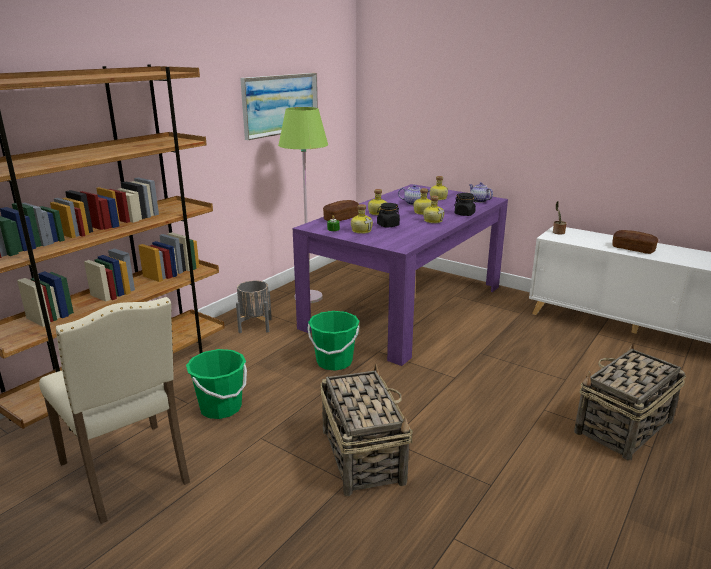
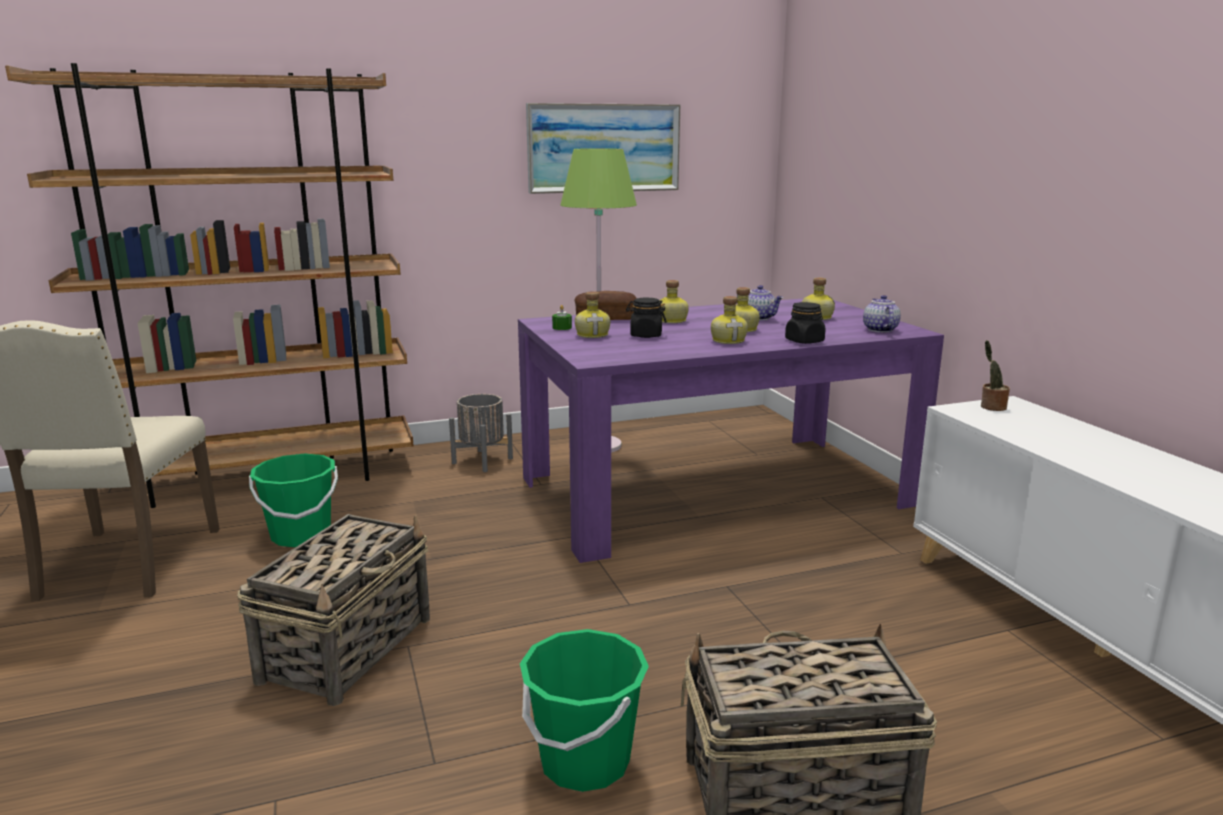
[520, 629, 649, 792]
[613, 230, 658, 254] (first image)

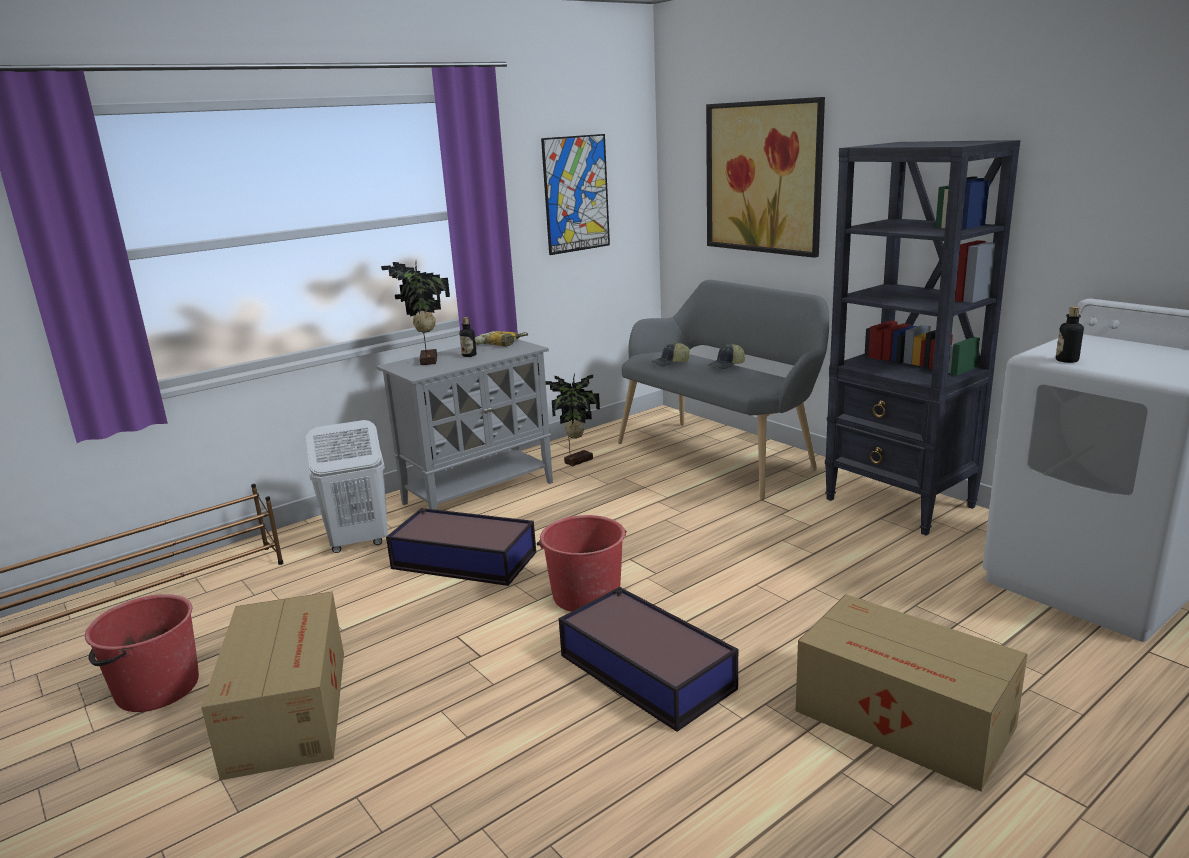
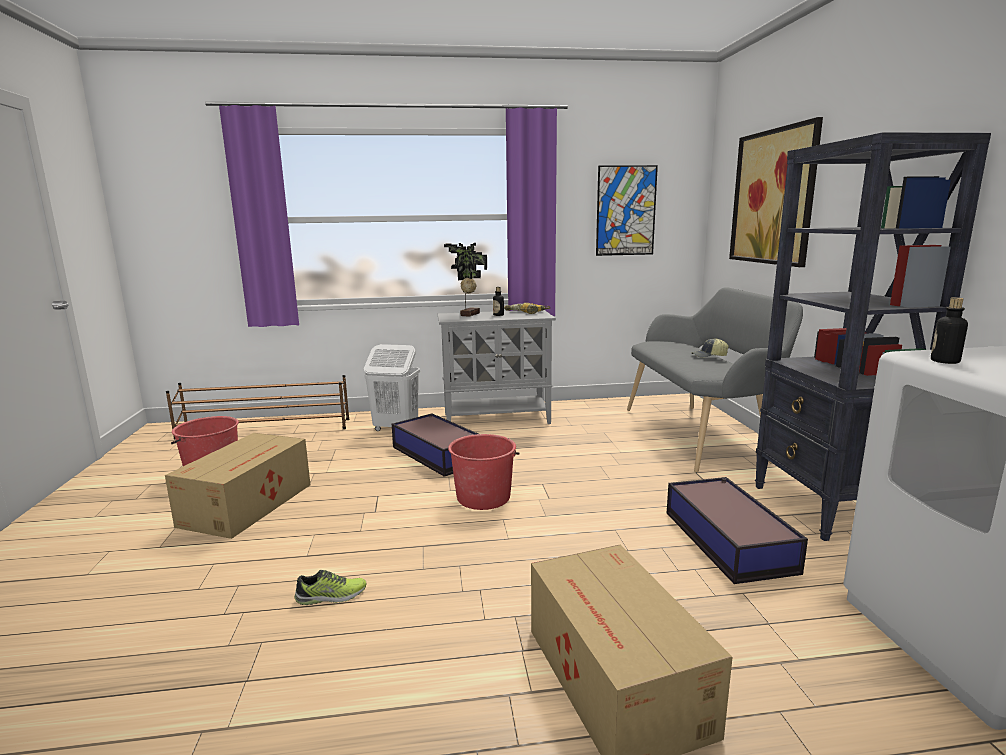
[546, 373, 600, 466] (first image)
[667, 477, 808, 584]
[651, 342, 690, 367] (first image)
[295, 570, 366, 605]

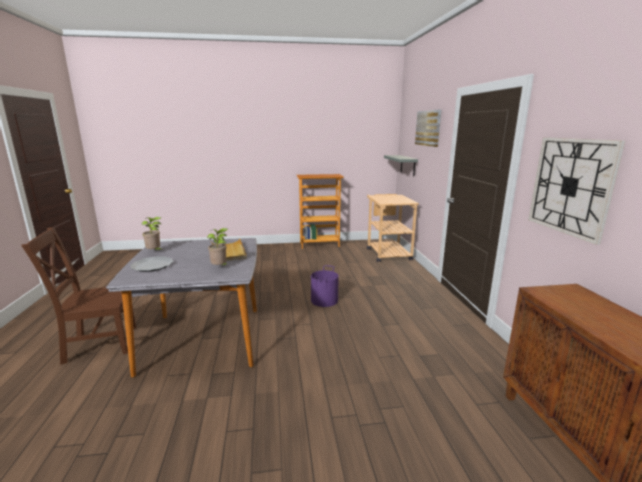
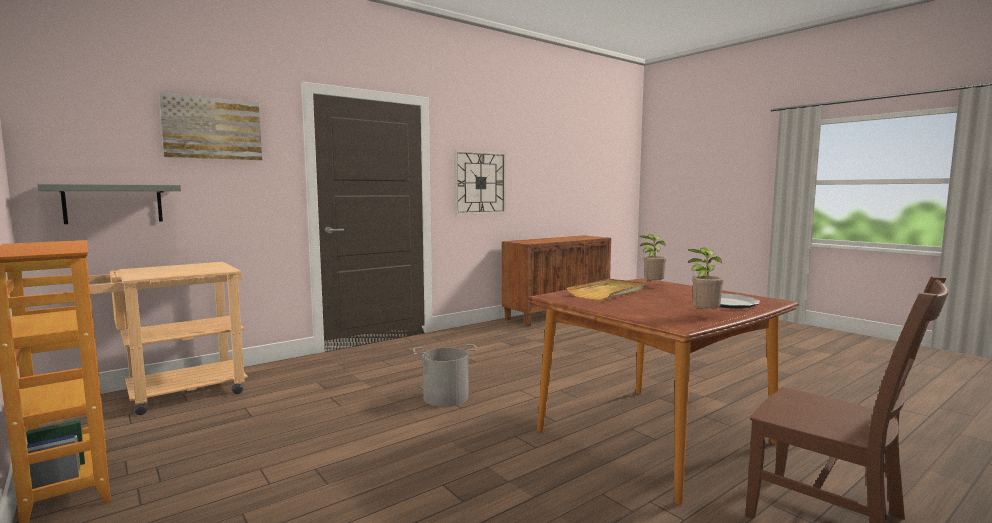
[528, 278, 799, 505]
[413, 344, 477, 407]

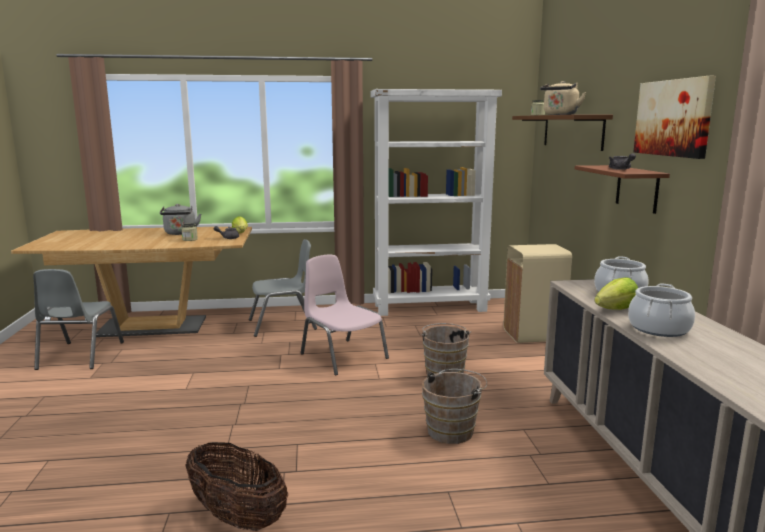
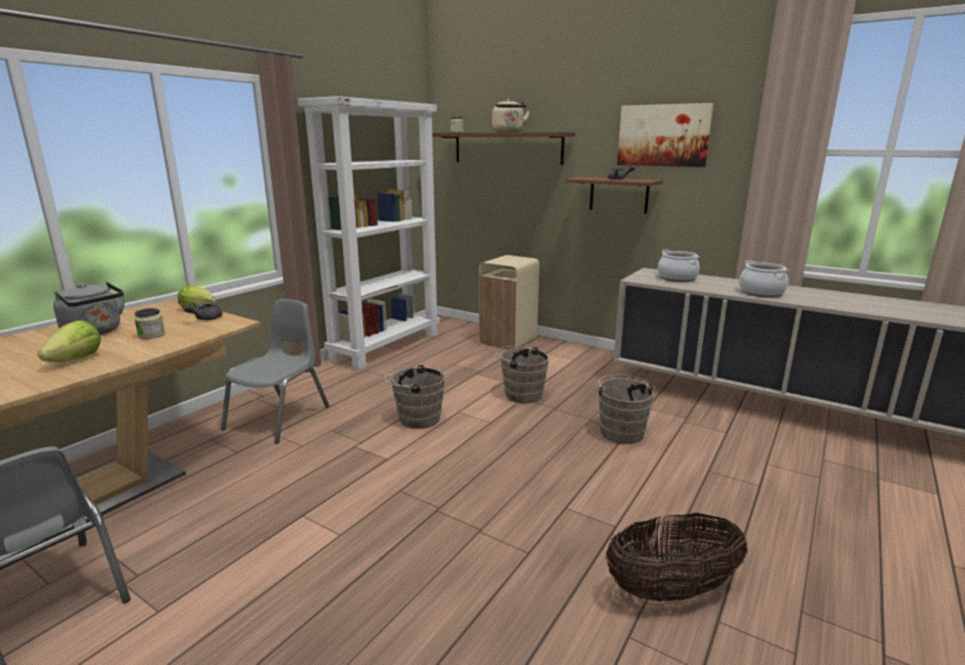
[385, 365, 445, 429]
[38, 320, 101, 362]

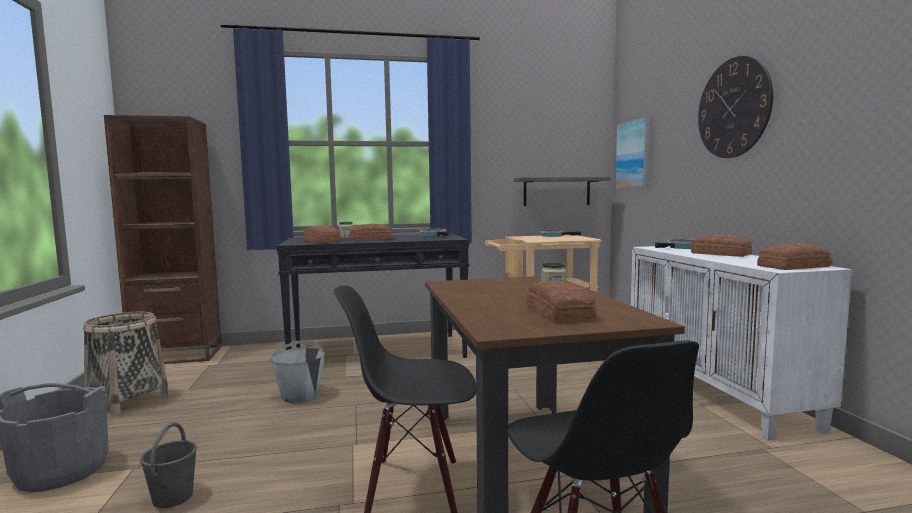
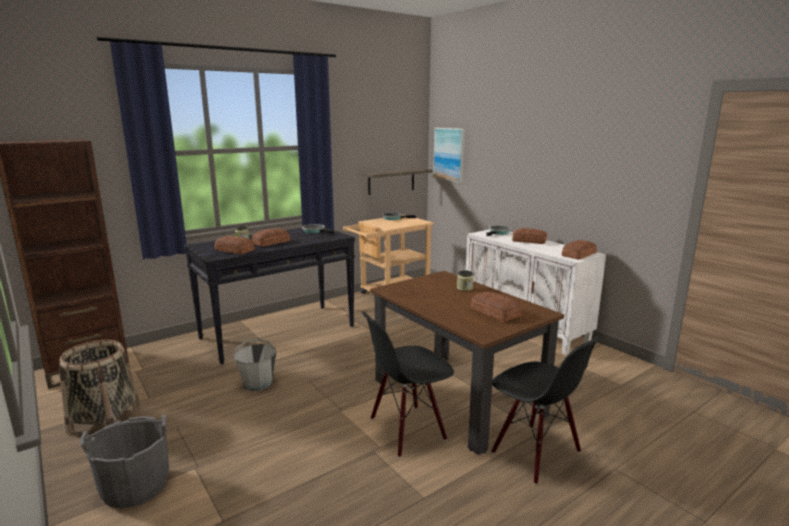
[140, 422, 197, 508] (first image)
[698, 56, 773, 158] (first image)

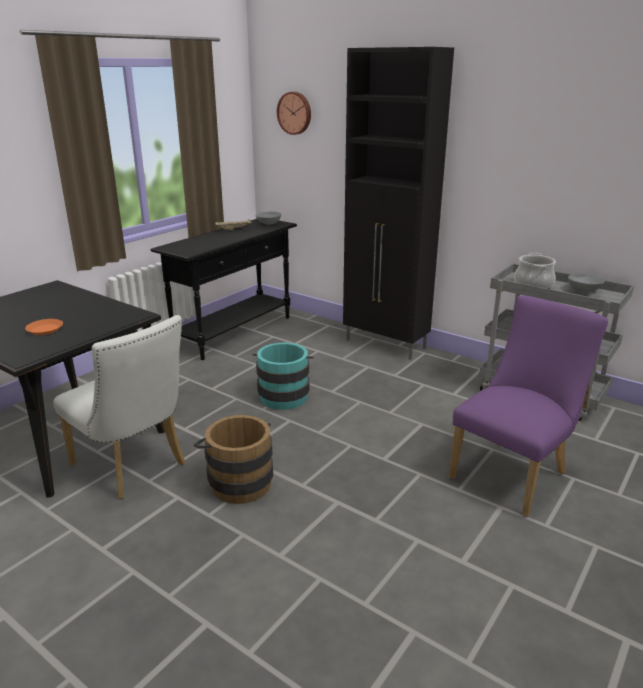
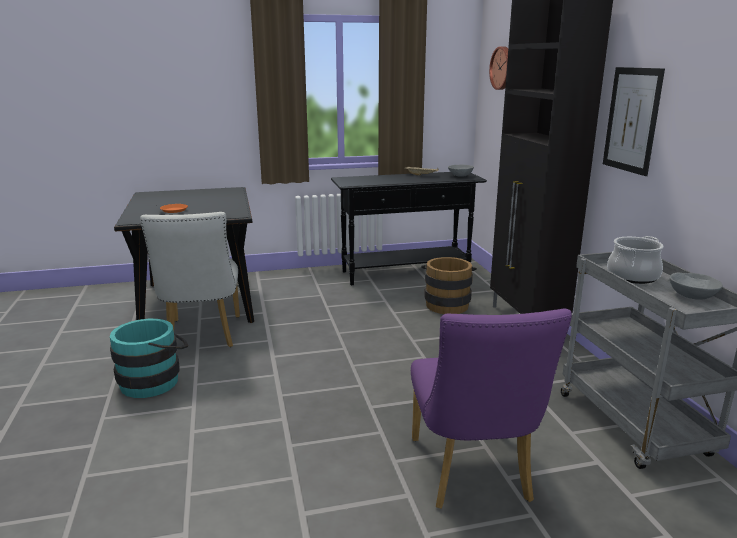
[421, 257, 477, 314]
[110, 319, 188, 398]
[411, 309, 572, 509]
[603, 67, 665, 176]

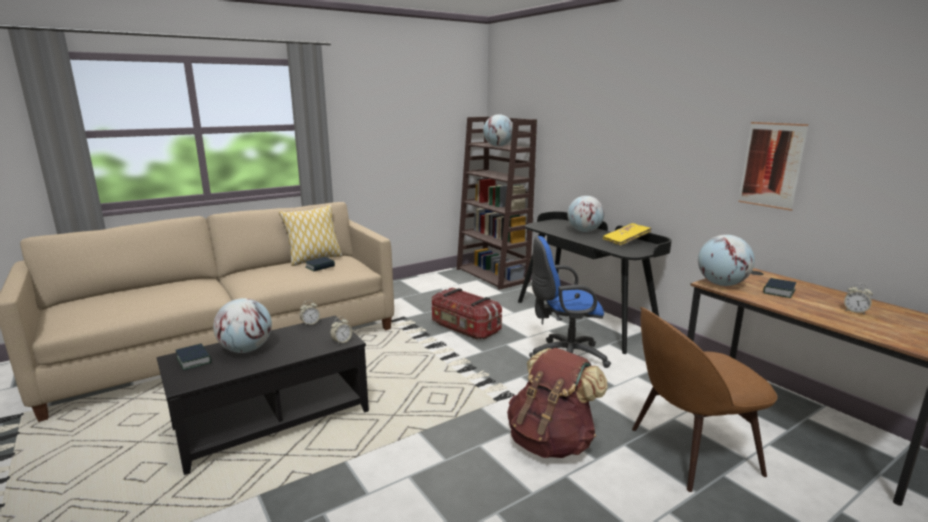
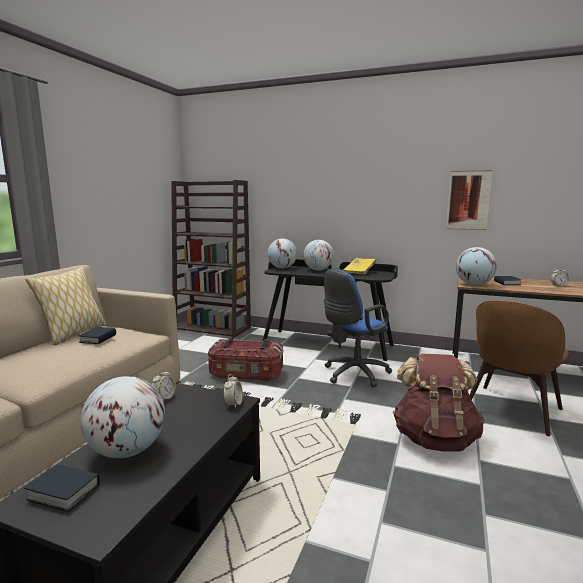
[268, 238, 297, 268]

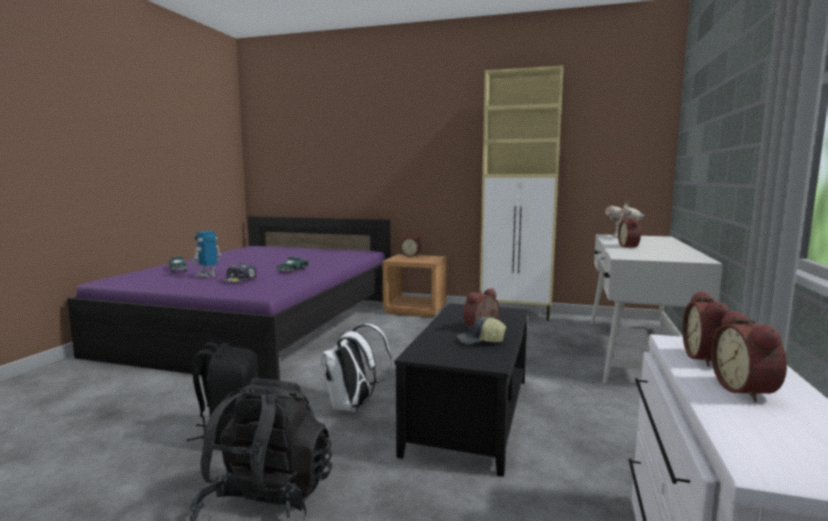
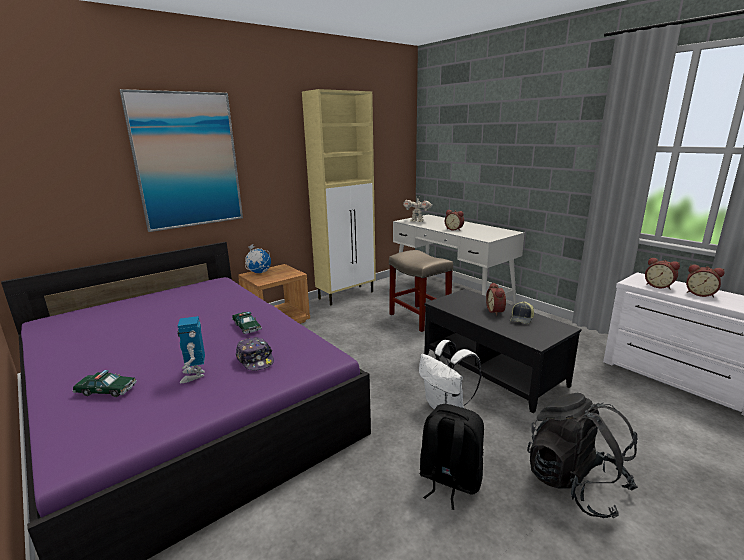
[245, 244, 271, 273]
[120, 89, 243, 232]
[389, 250, 453, 332]

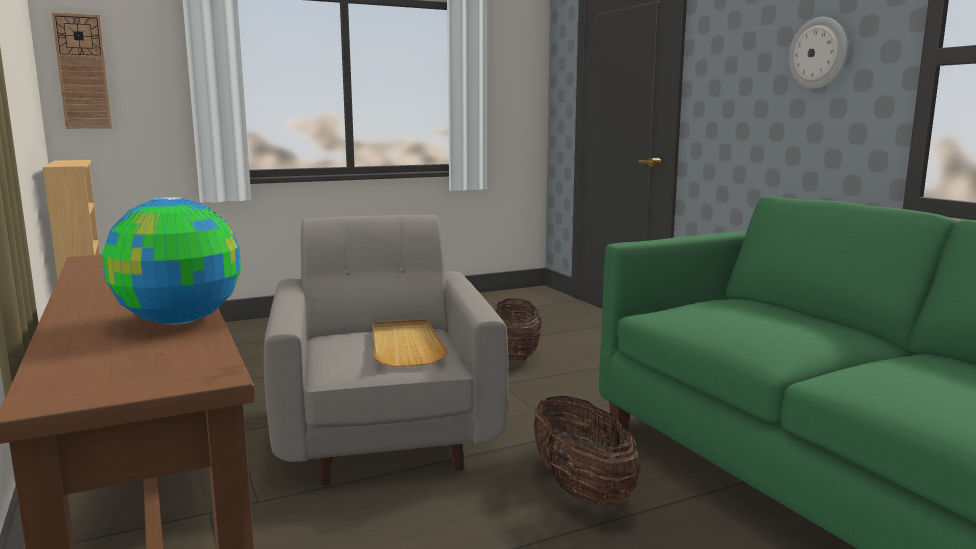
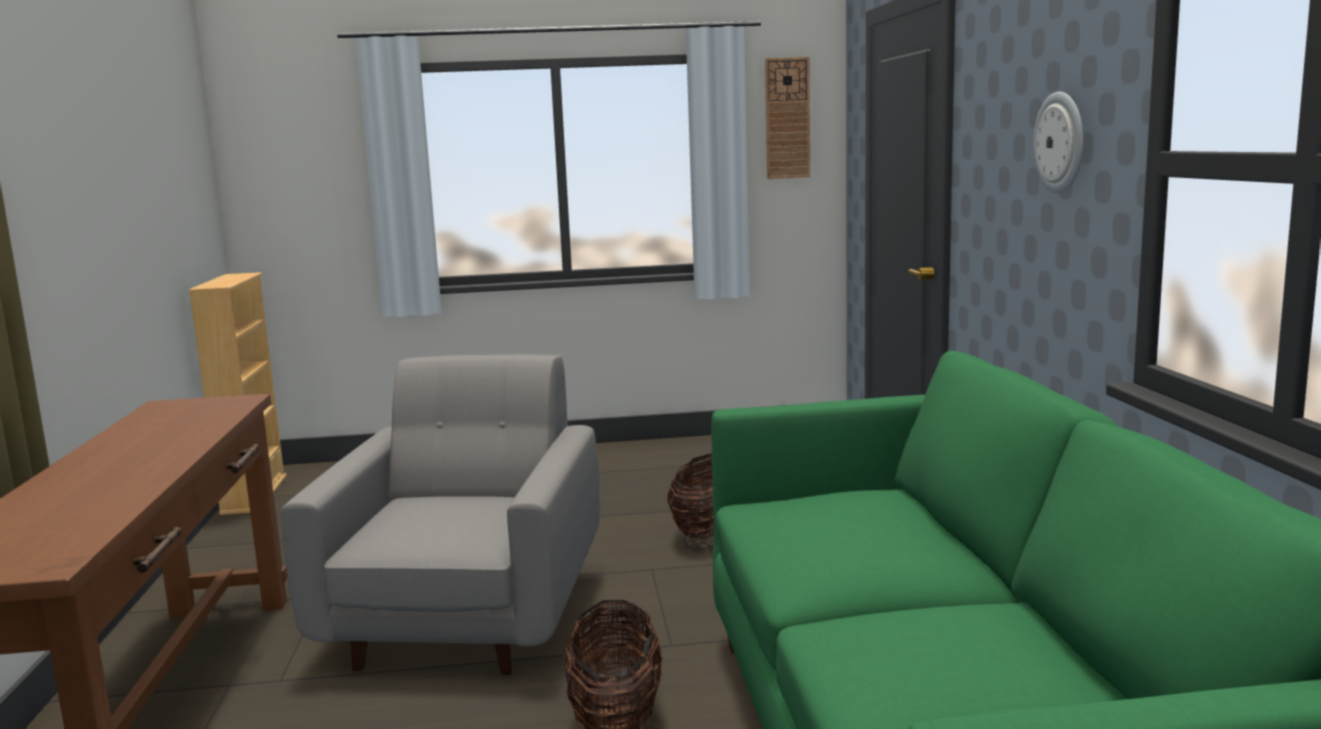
[765, 57, 810, 179]
[102, 197, 241, 325] (first image)
[373, 319, 448, 367] (first image)

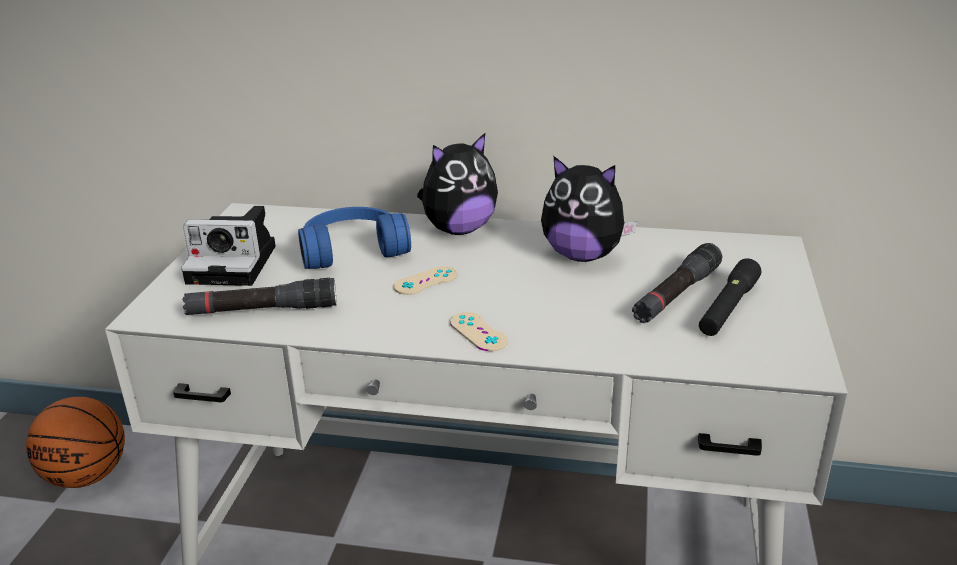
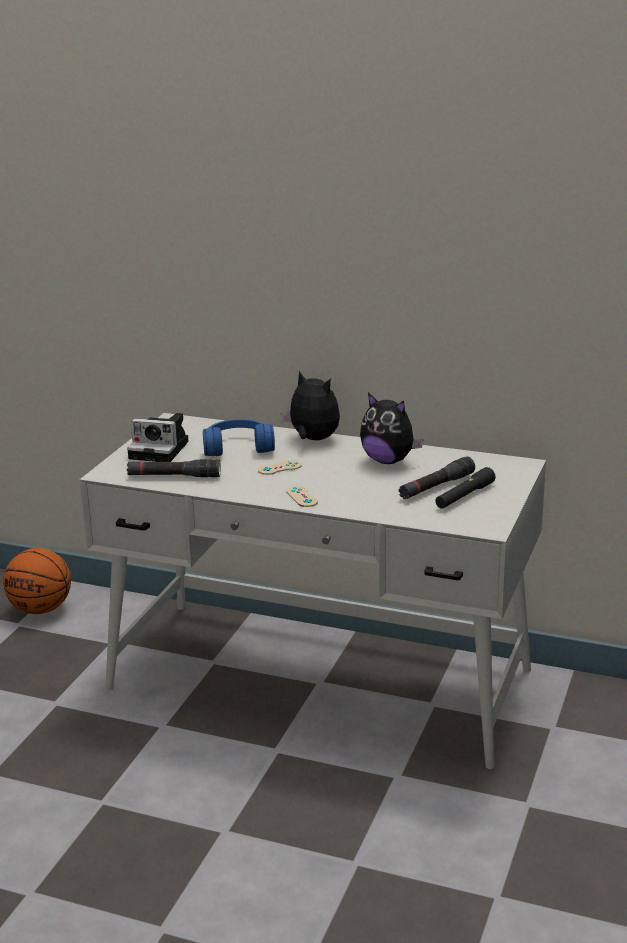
[281, 370, 340, 440]

